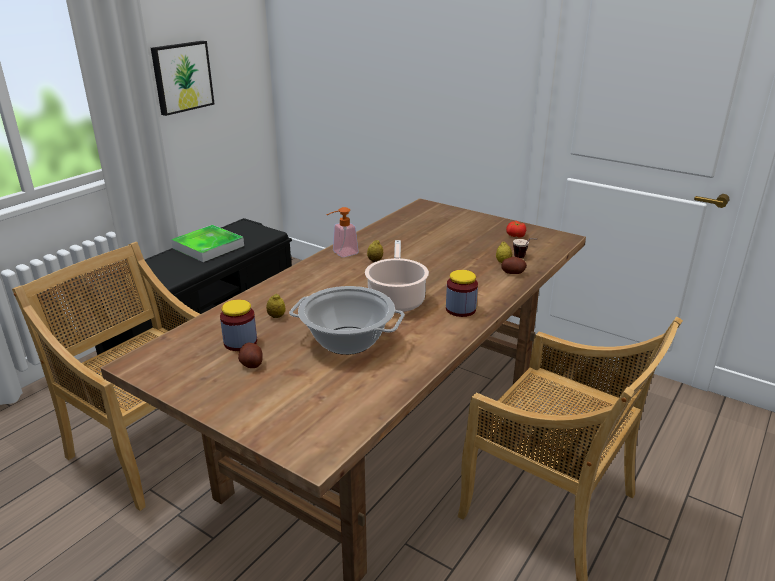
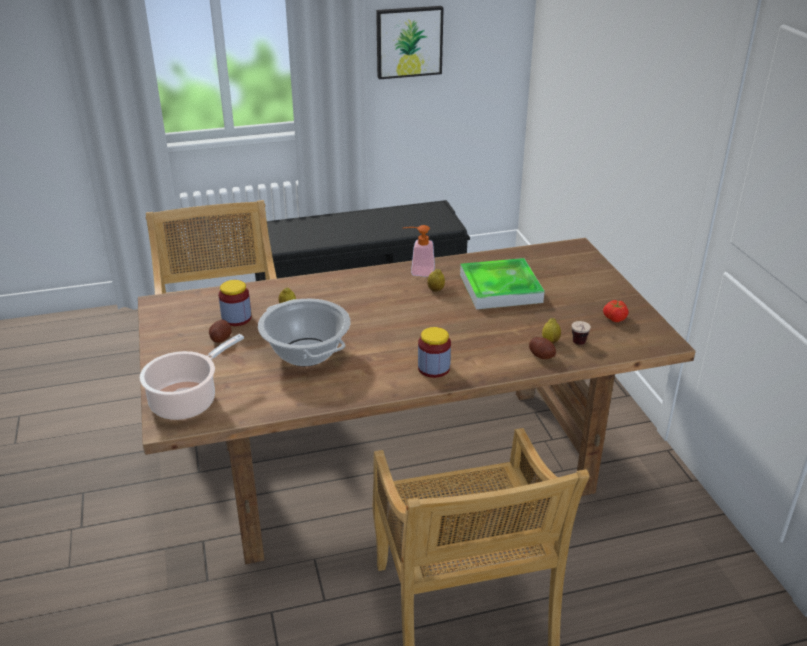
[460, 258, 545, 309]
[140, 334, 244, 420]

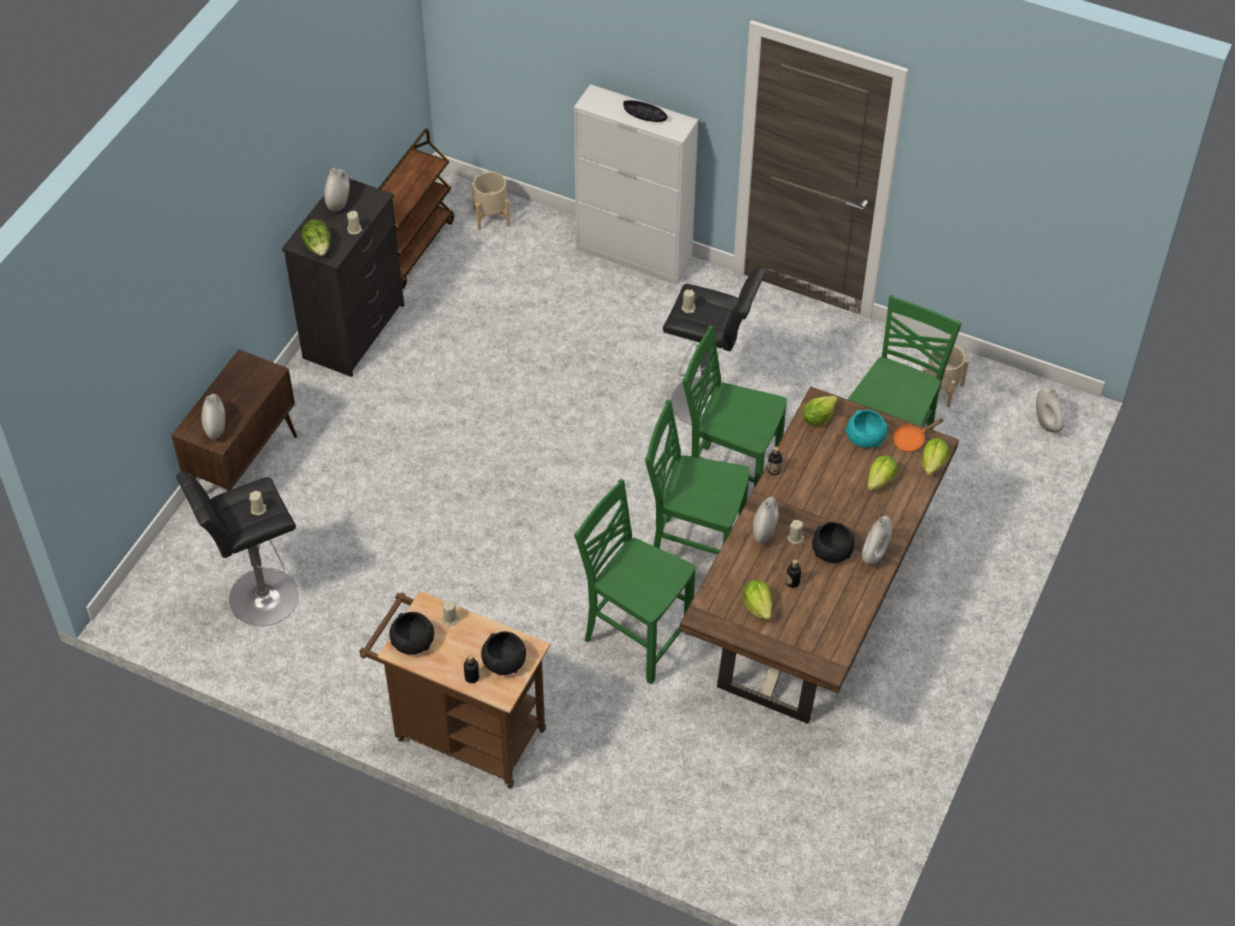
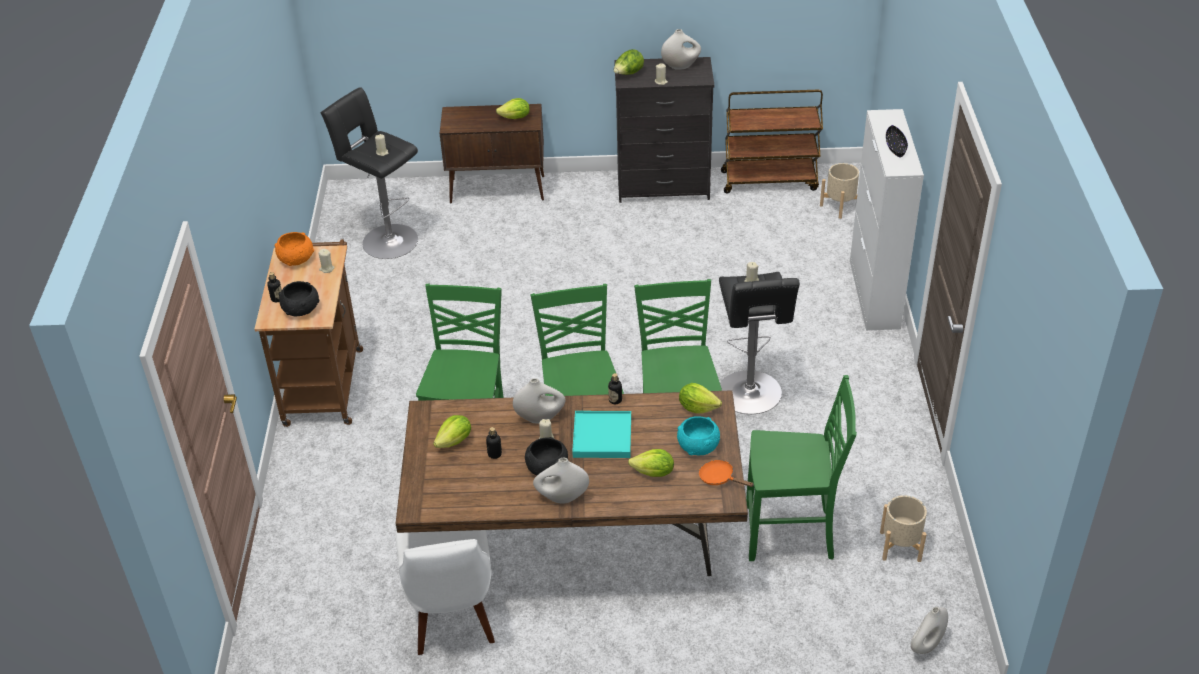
[202, 394, 225, 439] (first image)
[275, 232, 314, 266]
[496, 98, 530, 119]
[396, 530, 495, 655]
[572, 411, 631, 458]

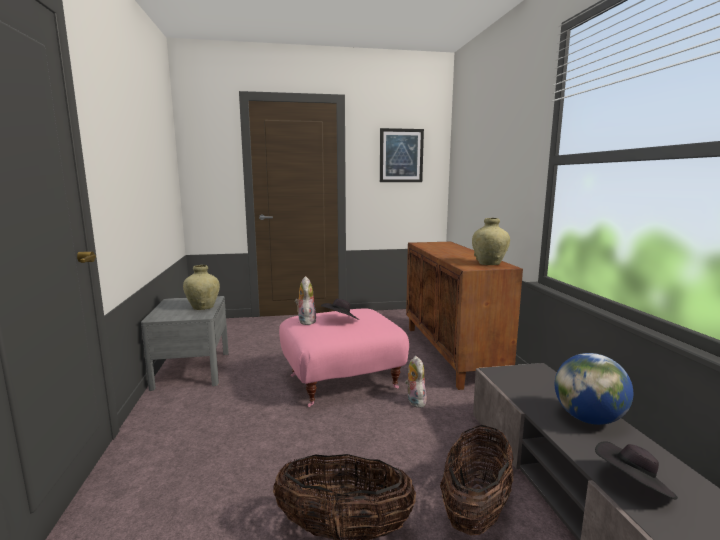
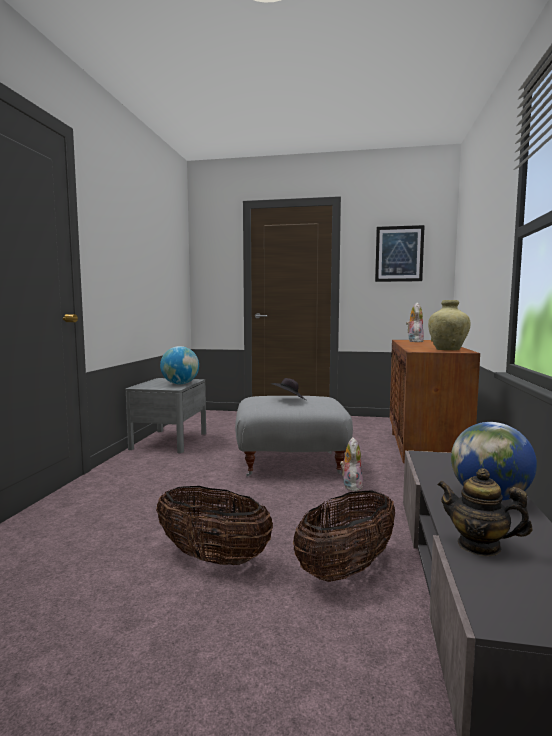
[160, 346, 199, 385]
[235, 396, 353, 477]
[406, 302, 424, 342]
[437, 468, 532, 556]

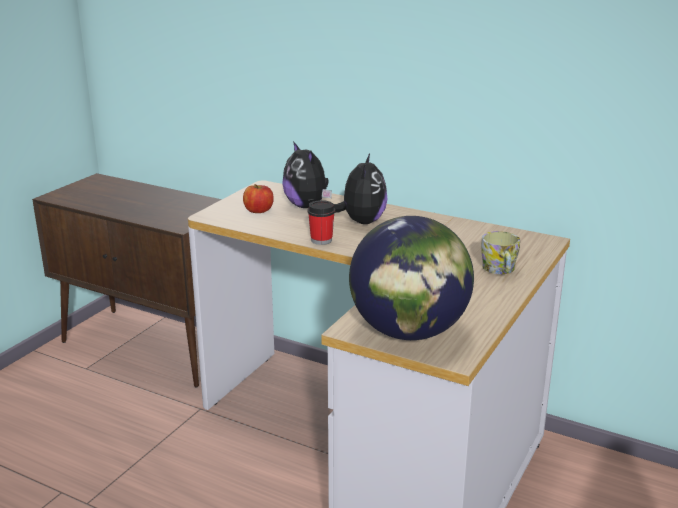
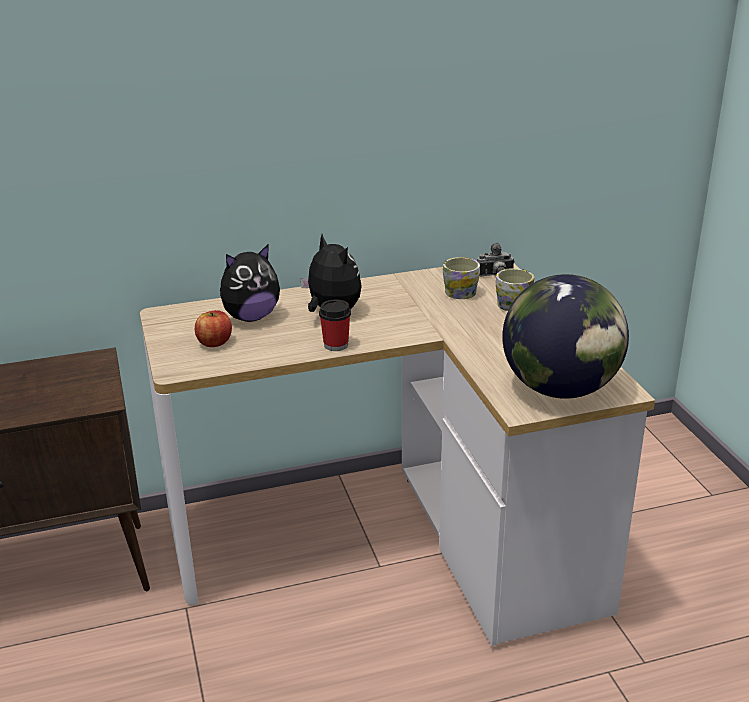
[220, 244, 280, 322]
[443, 257, 480, 299]
[477, 243, 514, 277]

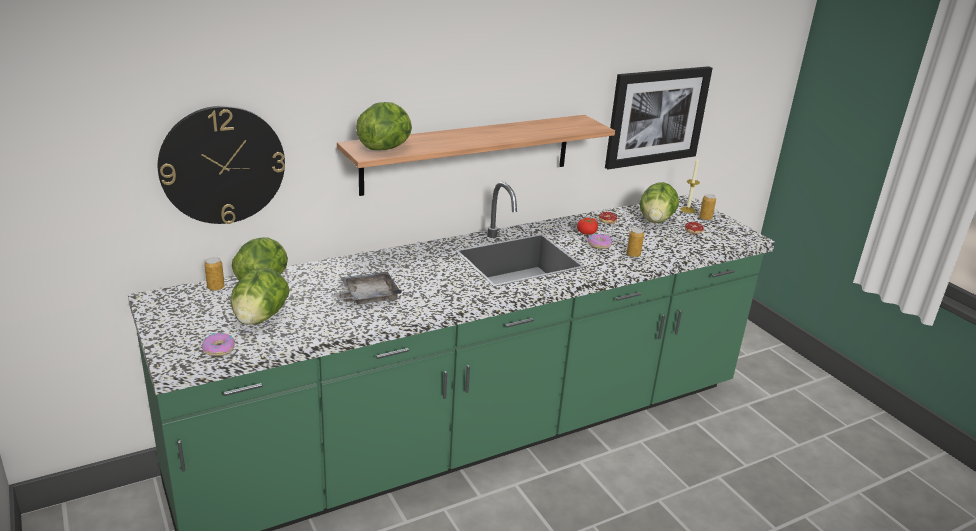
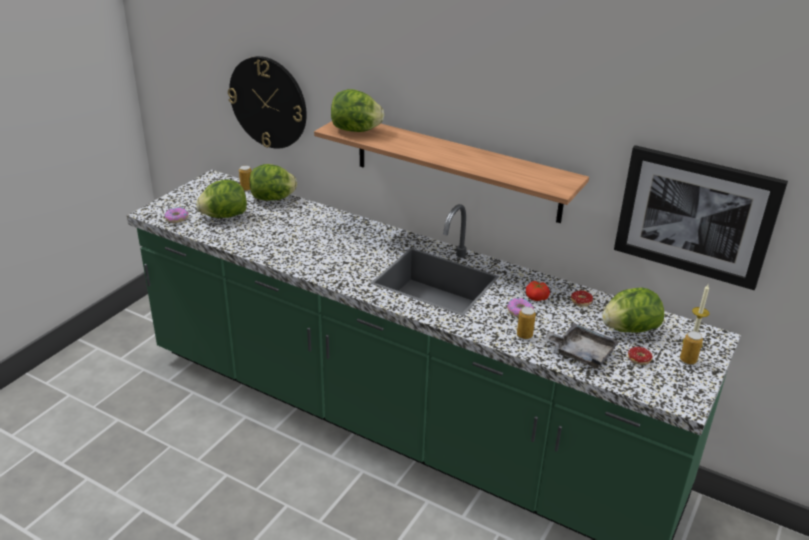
[544, 323, 619, 369]

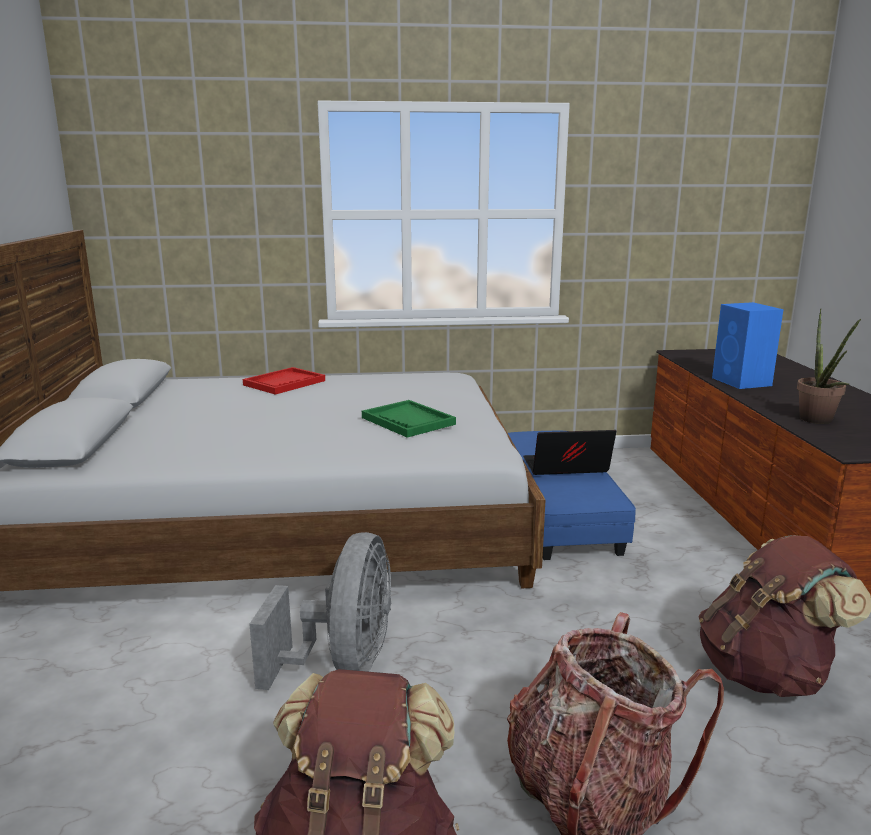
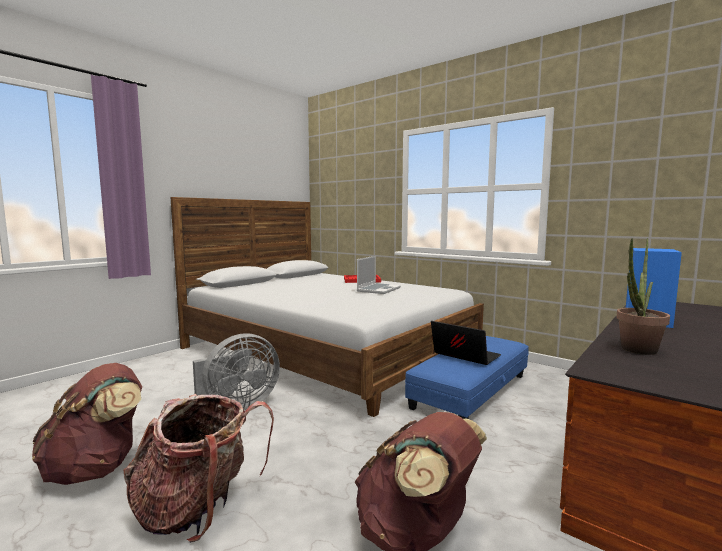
[362, 400, 456, 438] (first image)
[357, 256, 401, 294]

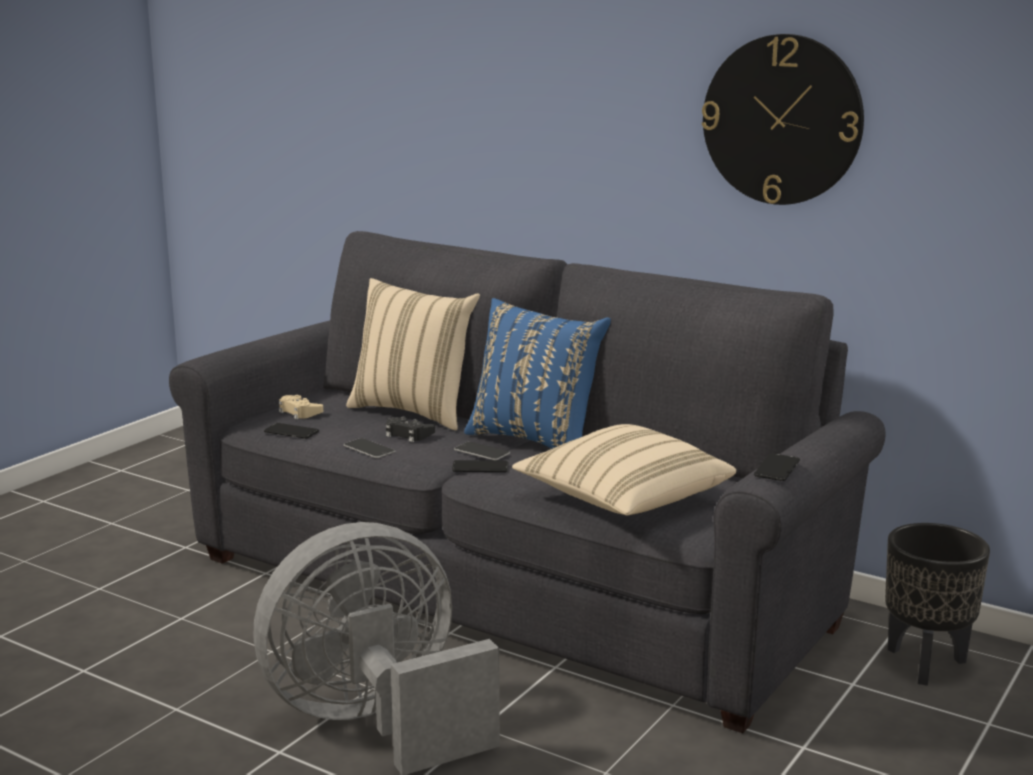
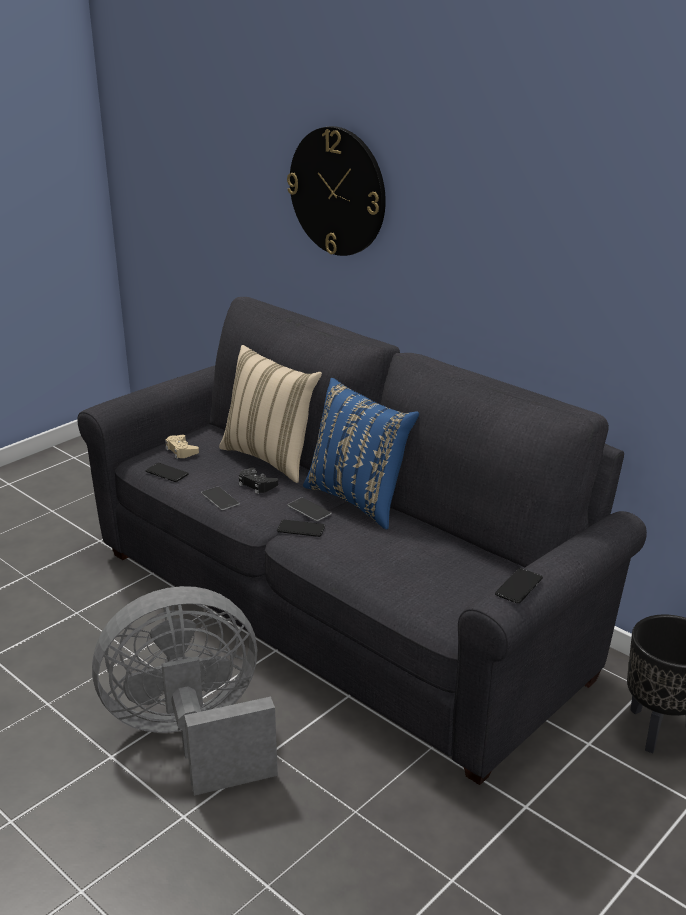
[512, 424, 736, 516] (first image)
[287, 126, 386, 256]

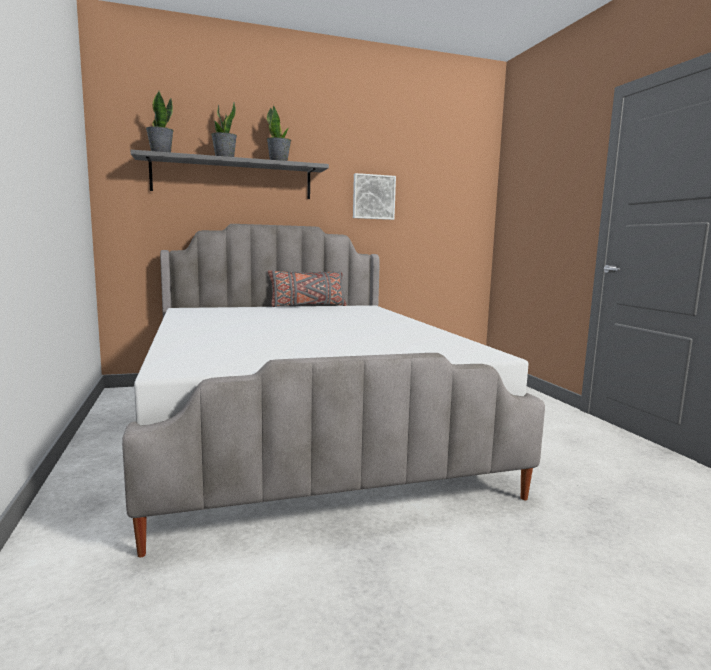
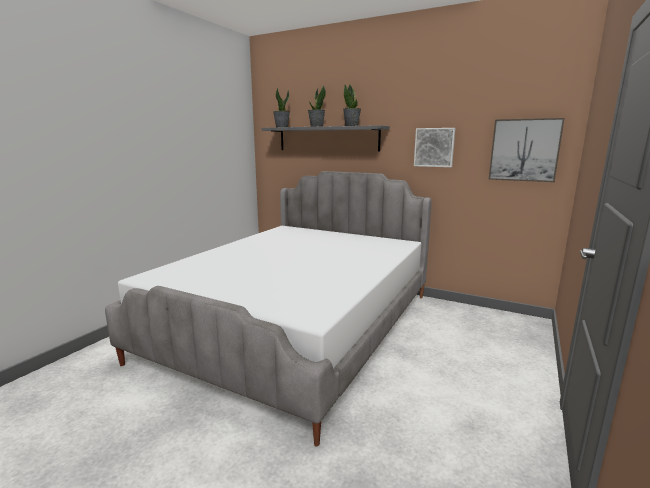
[268, 270, 347, 307] (first image)
[488, 118, 565, 182]

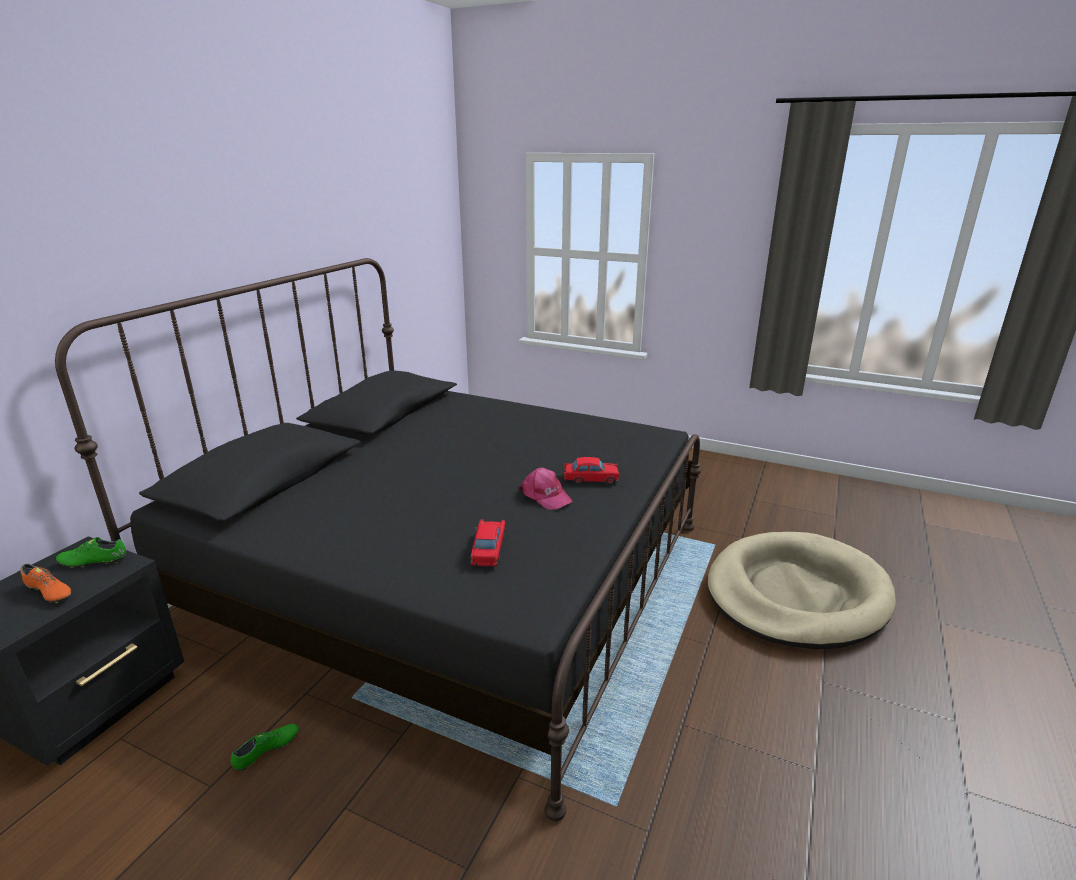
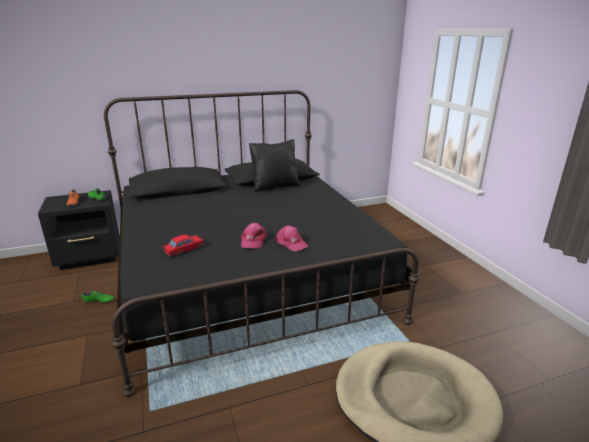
[274, 225, 309, 252]
[249, 139, 300, 192]

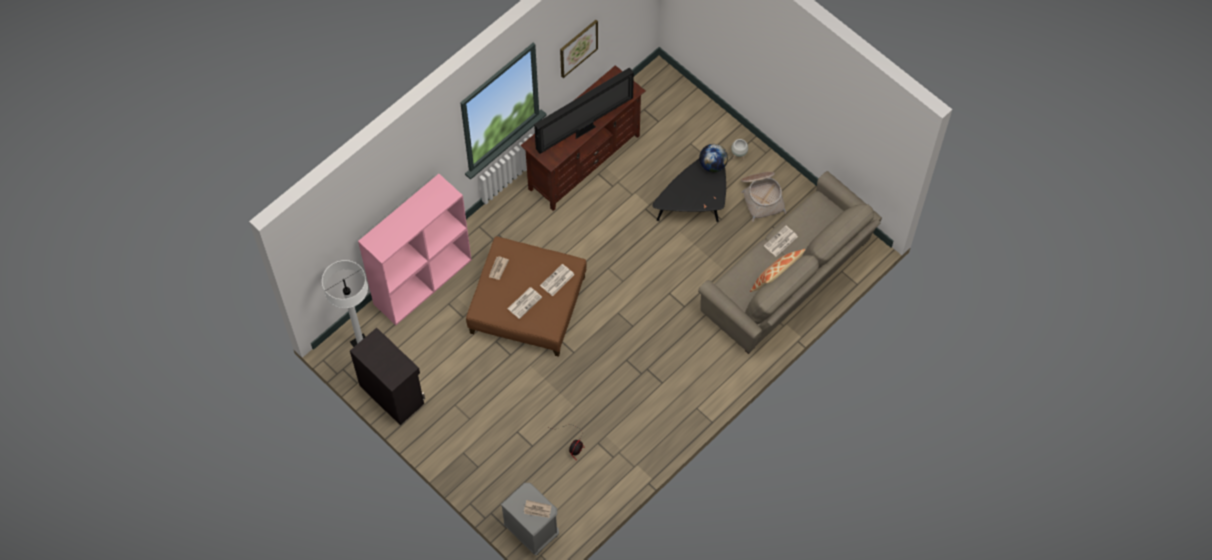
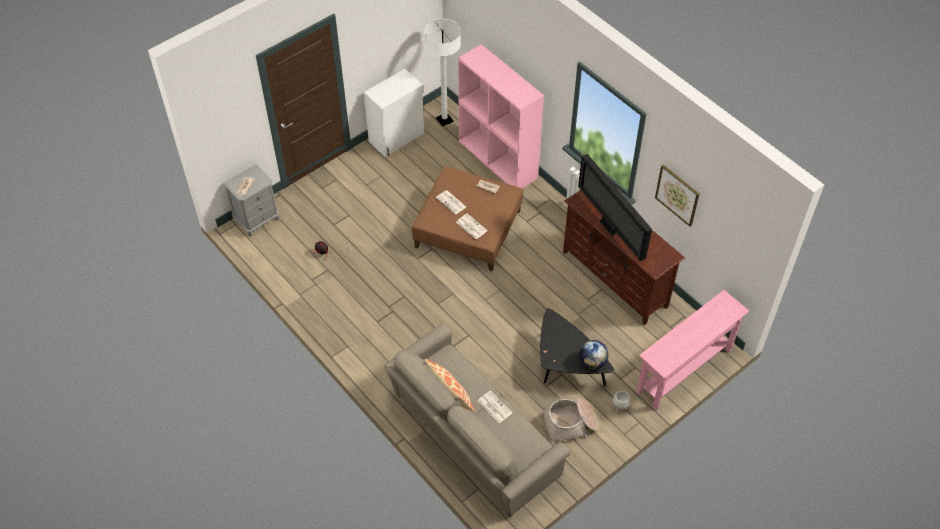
[364, 69, 424, 157]
[636, 290, 749, 410]

